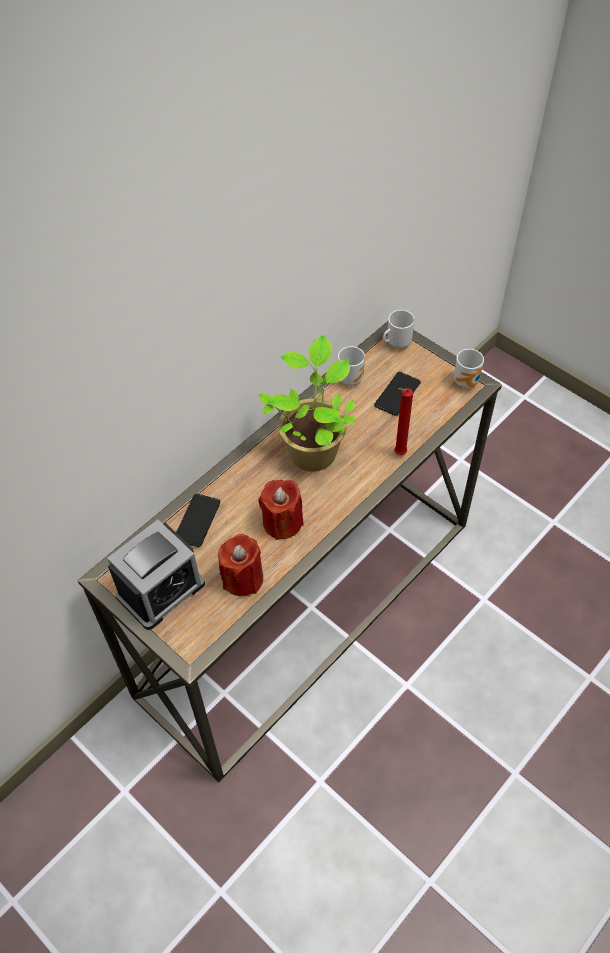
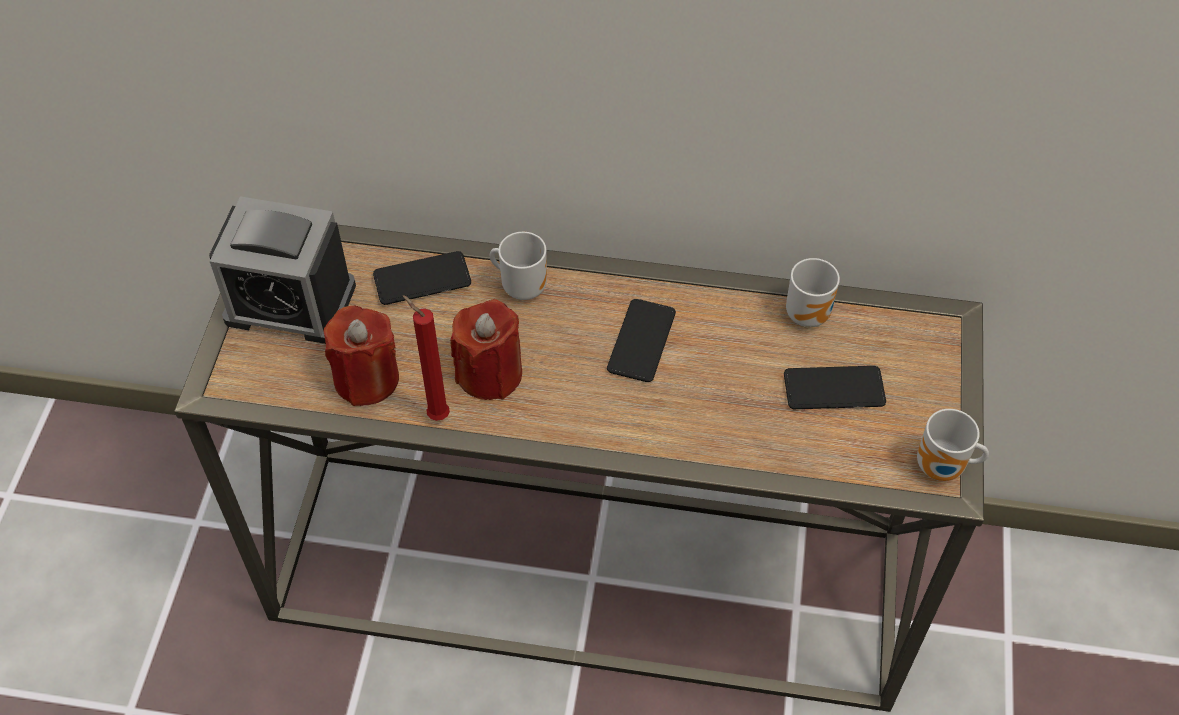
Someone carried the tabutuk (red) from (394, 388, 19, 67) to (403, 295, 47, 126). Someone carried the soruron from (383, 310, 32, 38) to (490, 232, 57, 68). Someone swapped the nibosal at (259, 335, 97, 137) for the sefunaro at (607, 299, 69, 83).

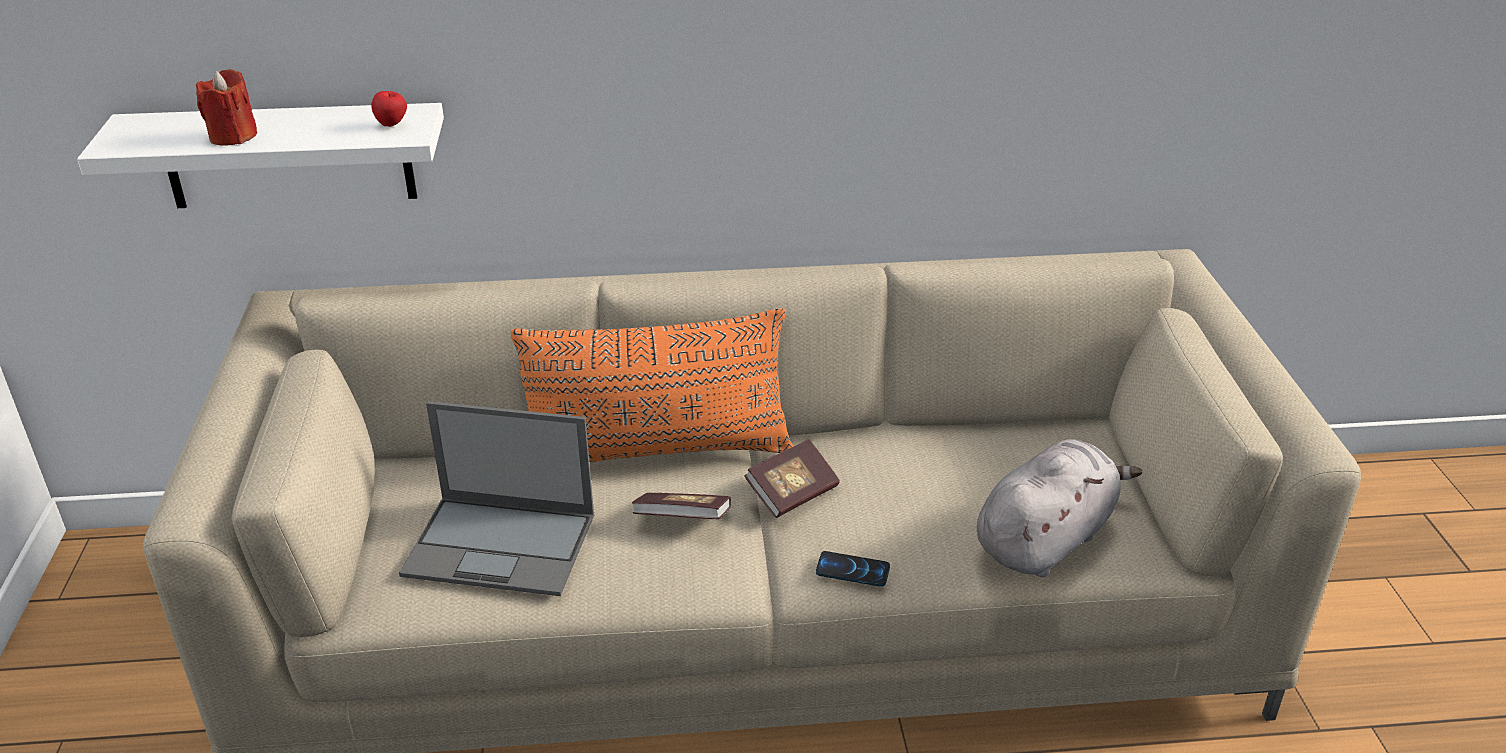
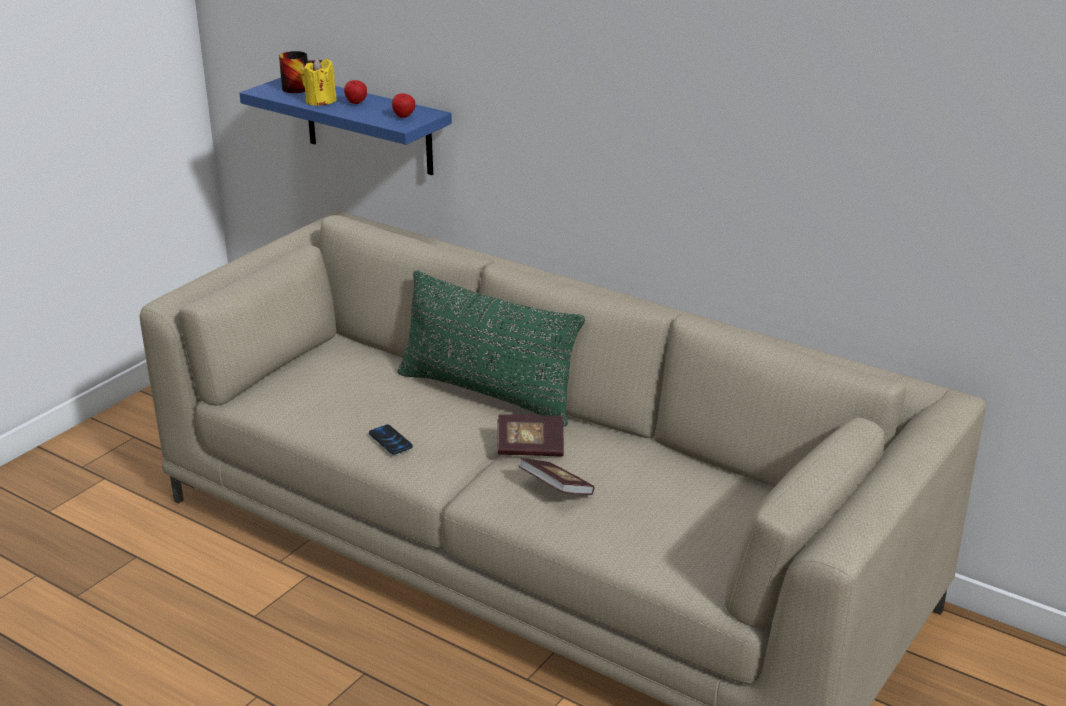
Someone repainted the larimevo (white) at (77, 103, 367, 105), which became the larimevo (blue) at (239, 78, 213, 97). Someone put down the soruron at (279, 51, 43, 42). Someone repainted the tabutuk (red) at (196, 69, 61, 76), which became the tabutuk (yellow) at (302, 58, 35, 48). Someone put down the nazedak at (344, 80, 23, 24). Someone carried the sefunaro from (816, 551, 74, 36) to (369, 424, 44, 31). Someone repainted the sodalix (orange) at (511, 308, 282, 154), which became the sodalix (green) at (398, 270, 187, 157). Someone carried the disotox from (632, 493, 99, 26) to (519, 458, 75, 37). Someone took away the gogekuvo at (399, 401, 195, 195). Someone took away the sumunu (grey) at (977, 439, 165, 138).

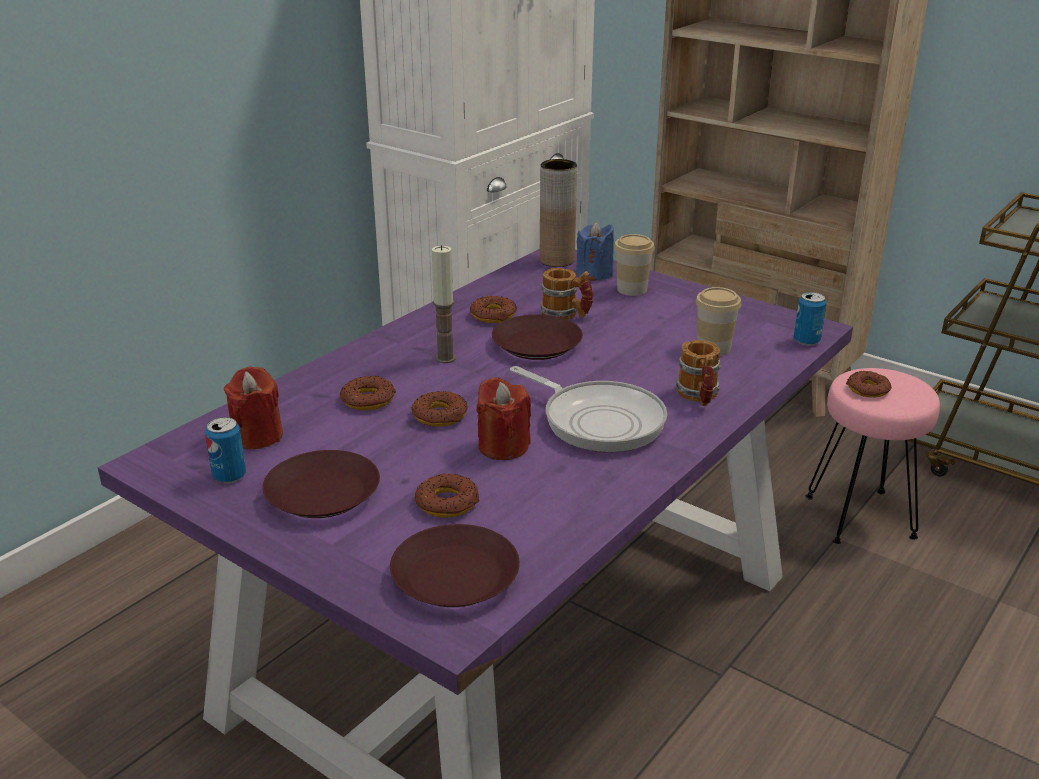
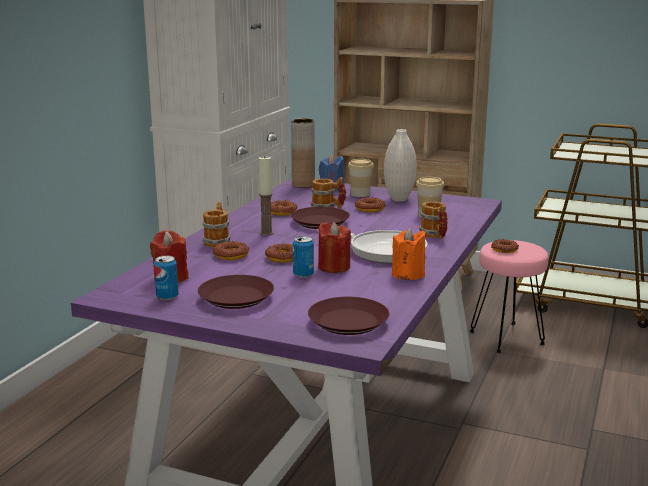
Someone put down the soruron at (203, 202, 27, 46). Someone carried the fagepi from (794, 292, 32, 54) to (293, 236, 21, 42). Someone carried the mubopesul from (415, 473, 65, 45) to (355, 197, 31, 15). Someone put down the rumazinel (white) at (384, 129, 32, 73). Someone put down the tabutuk (orange) at (392, 227, 33, 53).

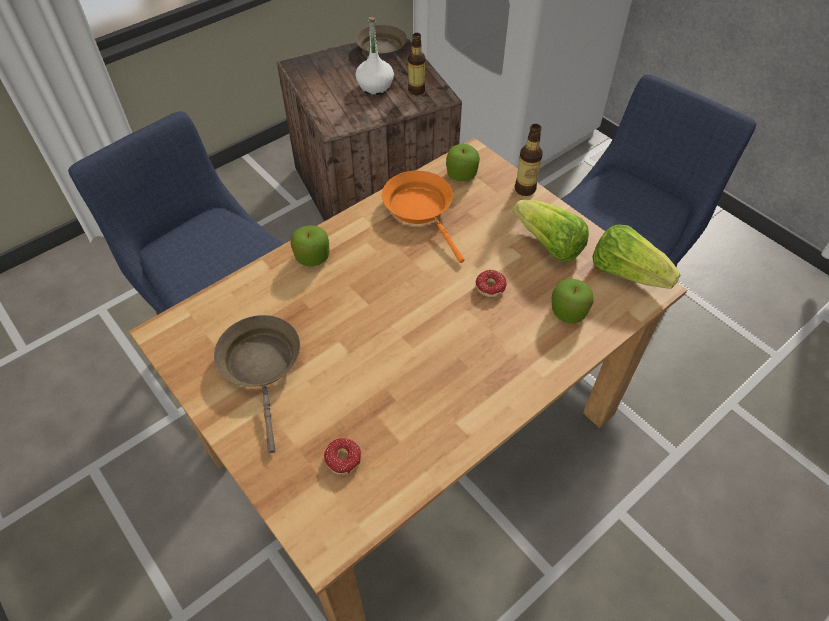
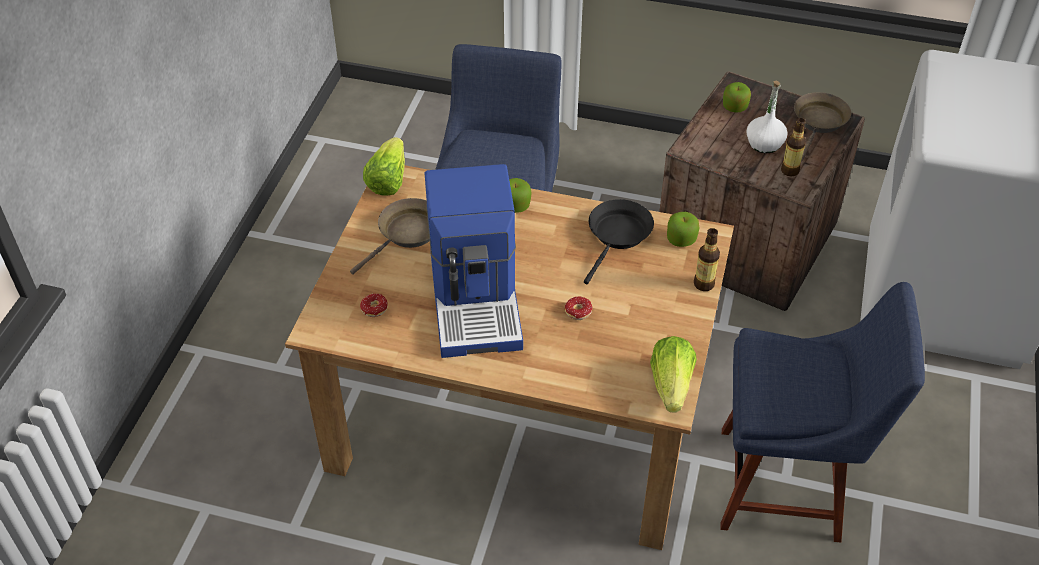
Someone carried the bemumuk from (513, 199, 76, 63) to (363, 137, 42, 58). Someone put down the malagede at (425, 164, 98, 194). Someone repainted the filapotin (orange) at (382, 171, 82, 92), which became the filapotin (black) at (584, 199, 70, 85). Someone carried the nazedak from (552, 279, 42, 44) to (723, 82, 28, 30).

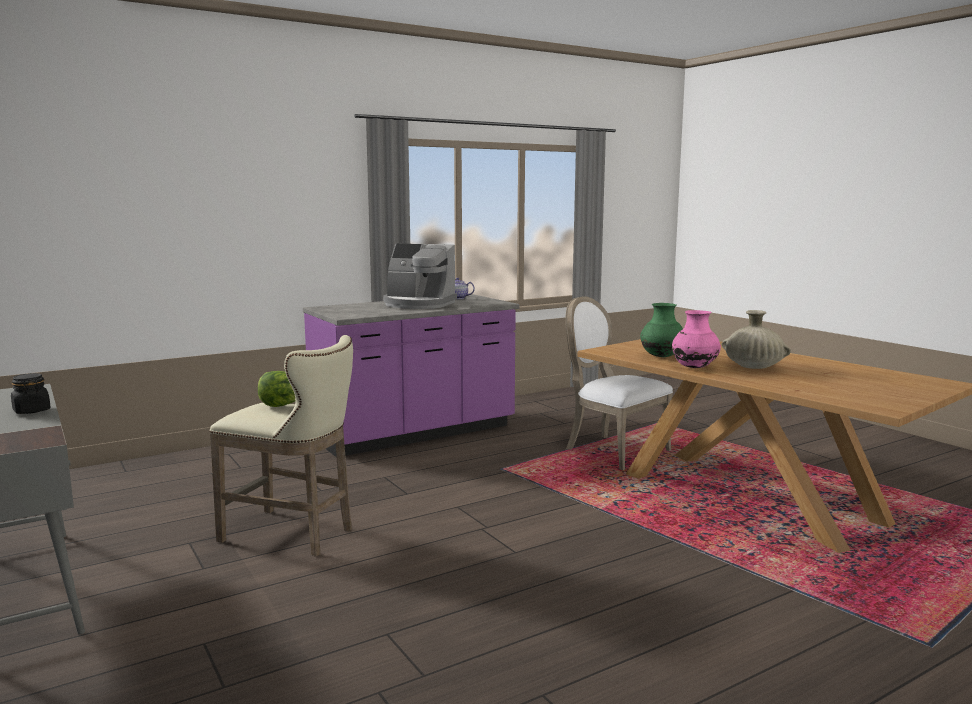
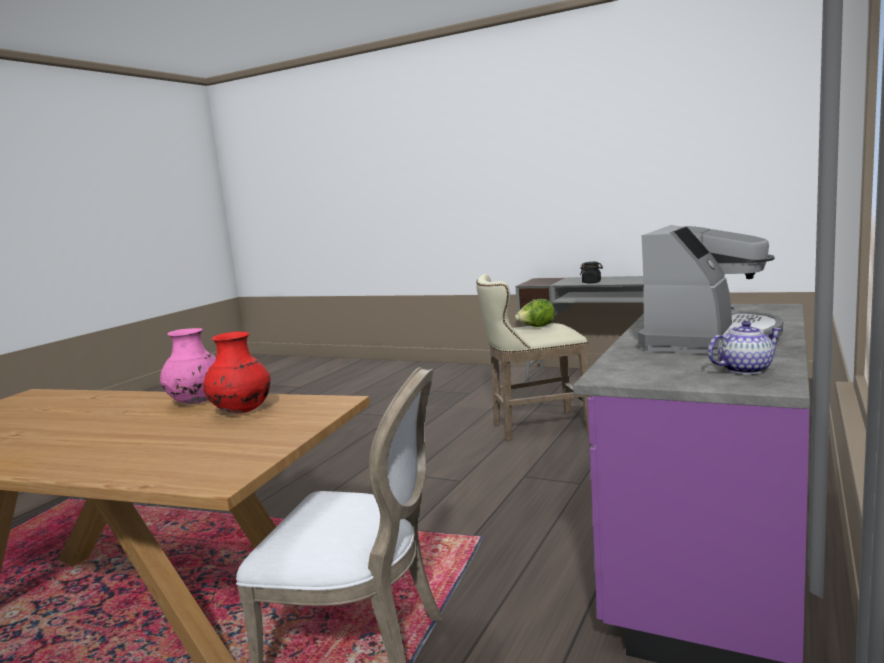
Someone repainted the rumazinel (green) at (640, 303, 43, 54), which became the rumazinel (red) at (203, 332, 68, 81). Someone rotated the malagede at (383, 244, 74, 65) by 135 degrees clockwise. Someone took away the rumazinel (beige) at (722, 310, 69, 59).

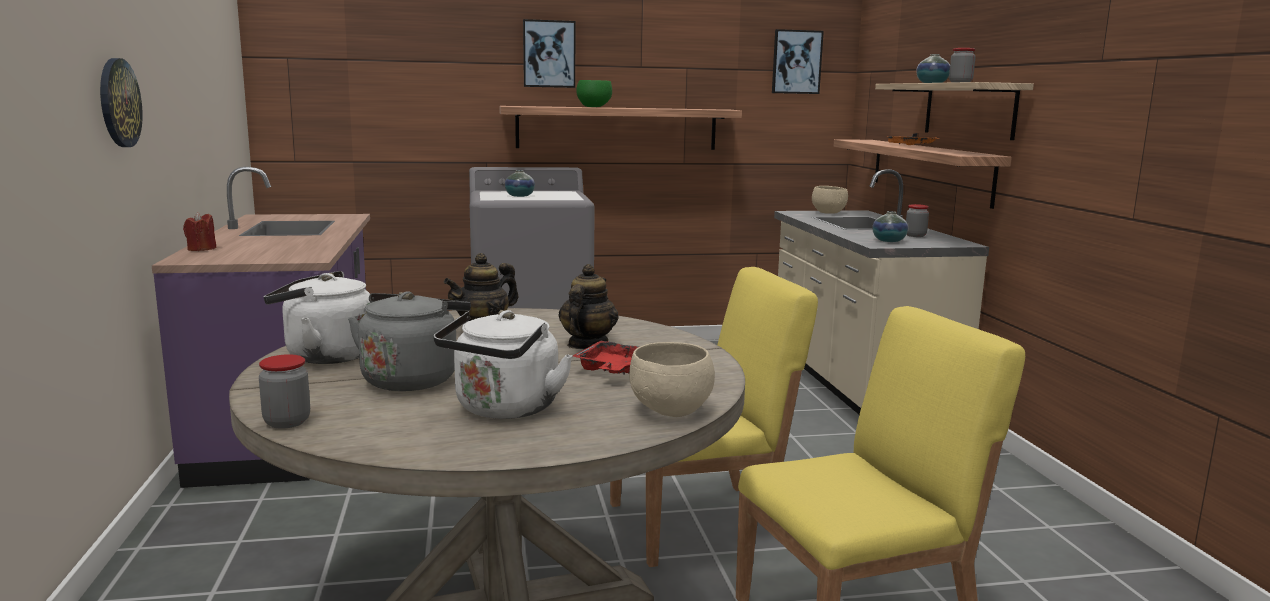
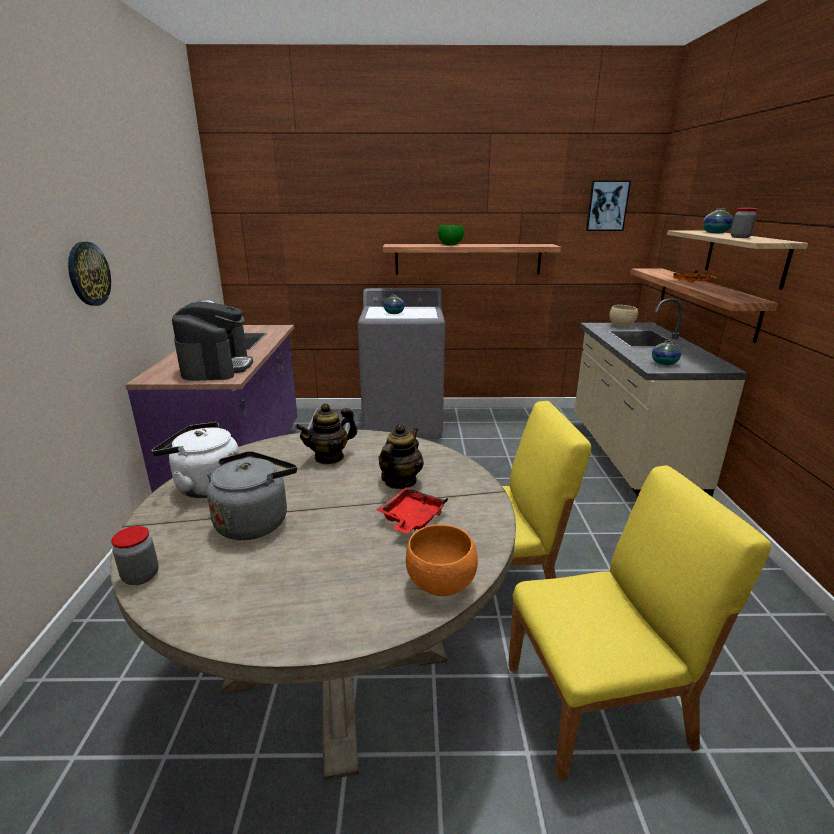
Someone put down the malagede at (172, 302, 81, 79). Someone repainted the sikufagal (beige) at (629, 342, 86, 75), which became the sikufagal (orange) at (406, 524, 72, 72). Someone took away the tabutuk (red) at (183, 212, 34, 39). Someone took away the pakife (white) at (434, 310, 139, 109). Someone took away the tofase at (523, 19, 52, 69). Someone took away the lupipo at (906, 204, 23, 33).

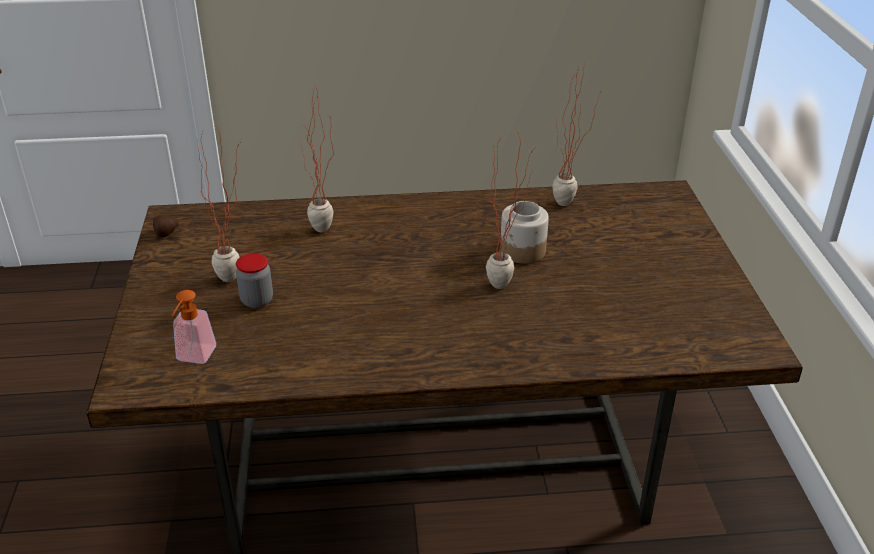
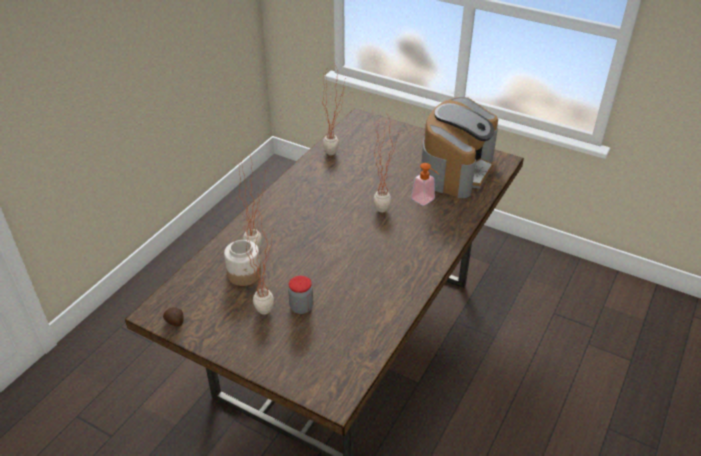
Someone carried the lupipo from (500, 201, 49, 63) to (224, 240, 37, 46). Someone carried the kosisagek from (172, 290, 44, 74) to (411, 163, 28, 43). Someone put down the malagede at (421, 97, 77, 101).

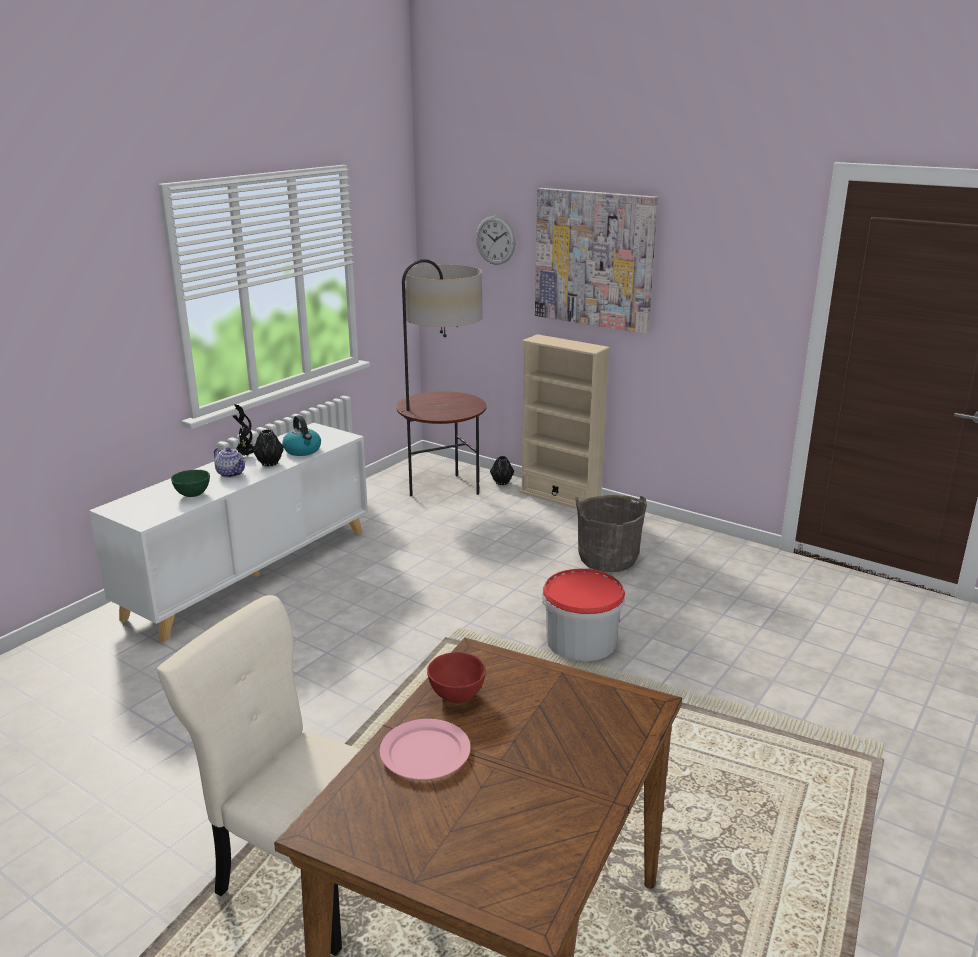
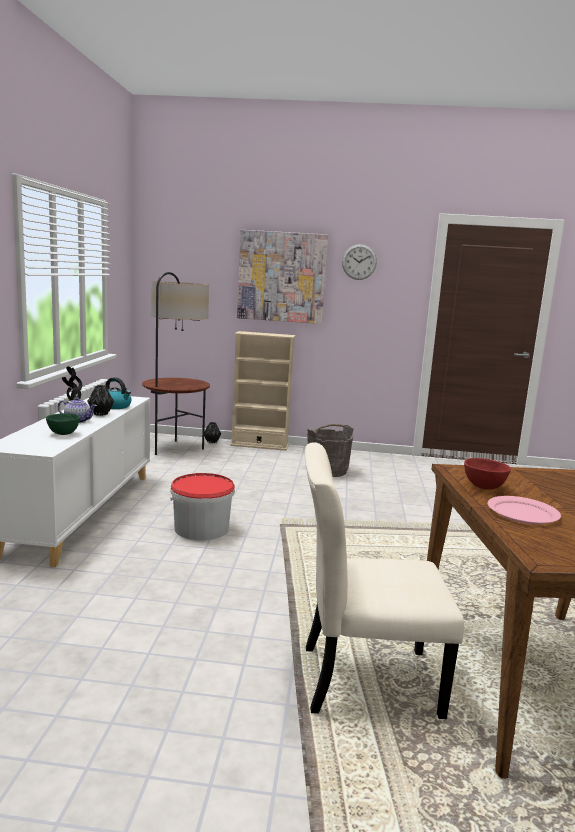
Someone carried the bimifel from (542, 569, 83, 92) to (170, 473, 65, 67). Someone carried the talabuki from (476, 216, 40, 49) to (342, 244, 35, 36).

